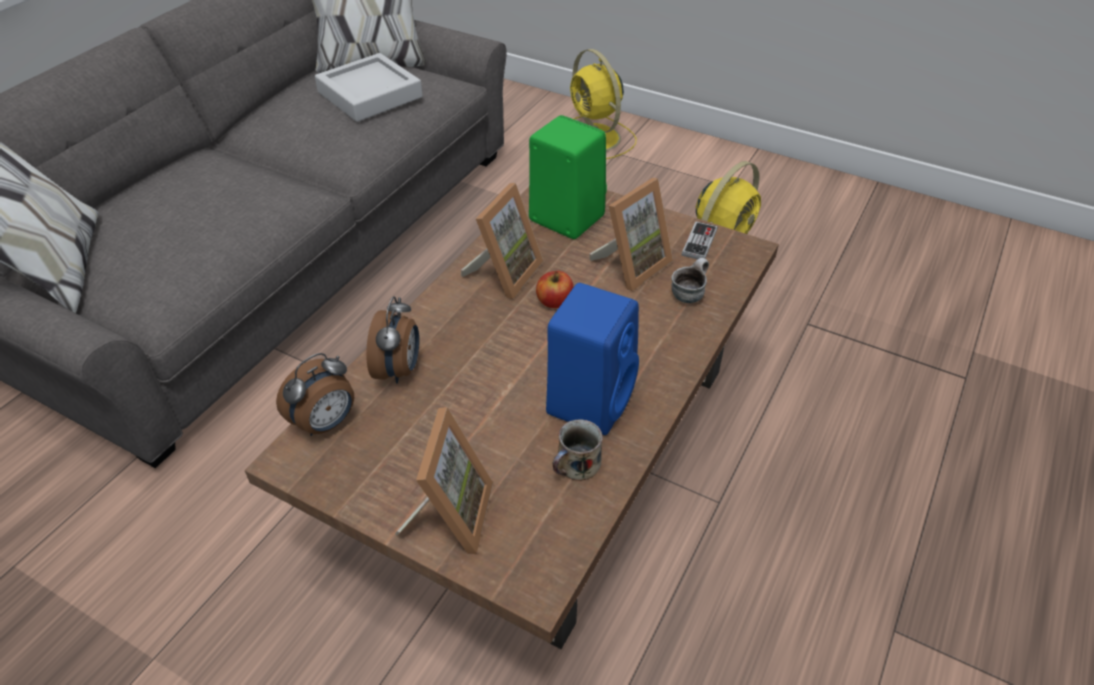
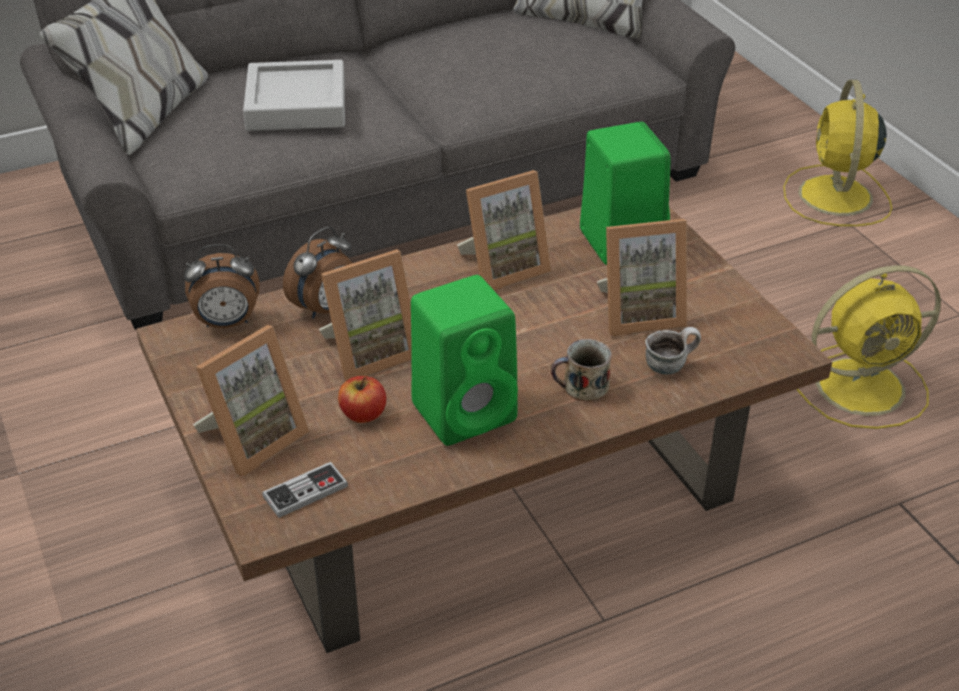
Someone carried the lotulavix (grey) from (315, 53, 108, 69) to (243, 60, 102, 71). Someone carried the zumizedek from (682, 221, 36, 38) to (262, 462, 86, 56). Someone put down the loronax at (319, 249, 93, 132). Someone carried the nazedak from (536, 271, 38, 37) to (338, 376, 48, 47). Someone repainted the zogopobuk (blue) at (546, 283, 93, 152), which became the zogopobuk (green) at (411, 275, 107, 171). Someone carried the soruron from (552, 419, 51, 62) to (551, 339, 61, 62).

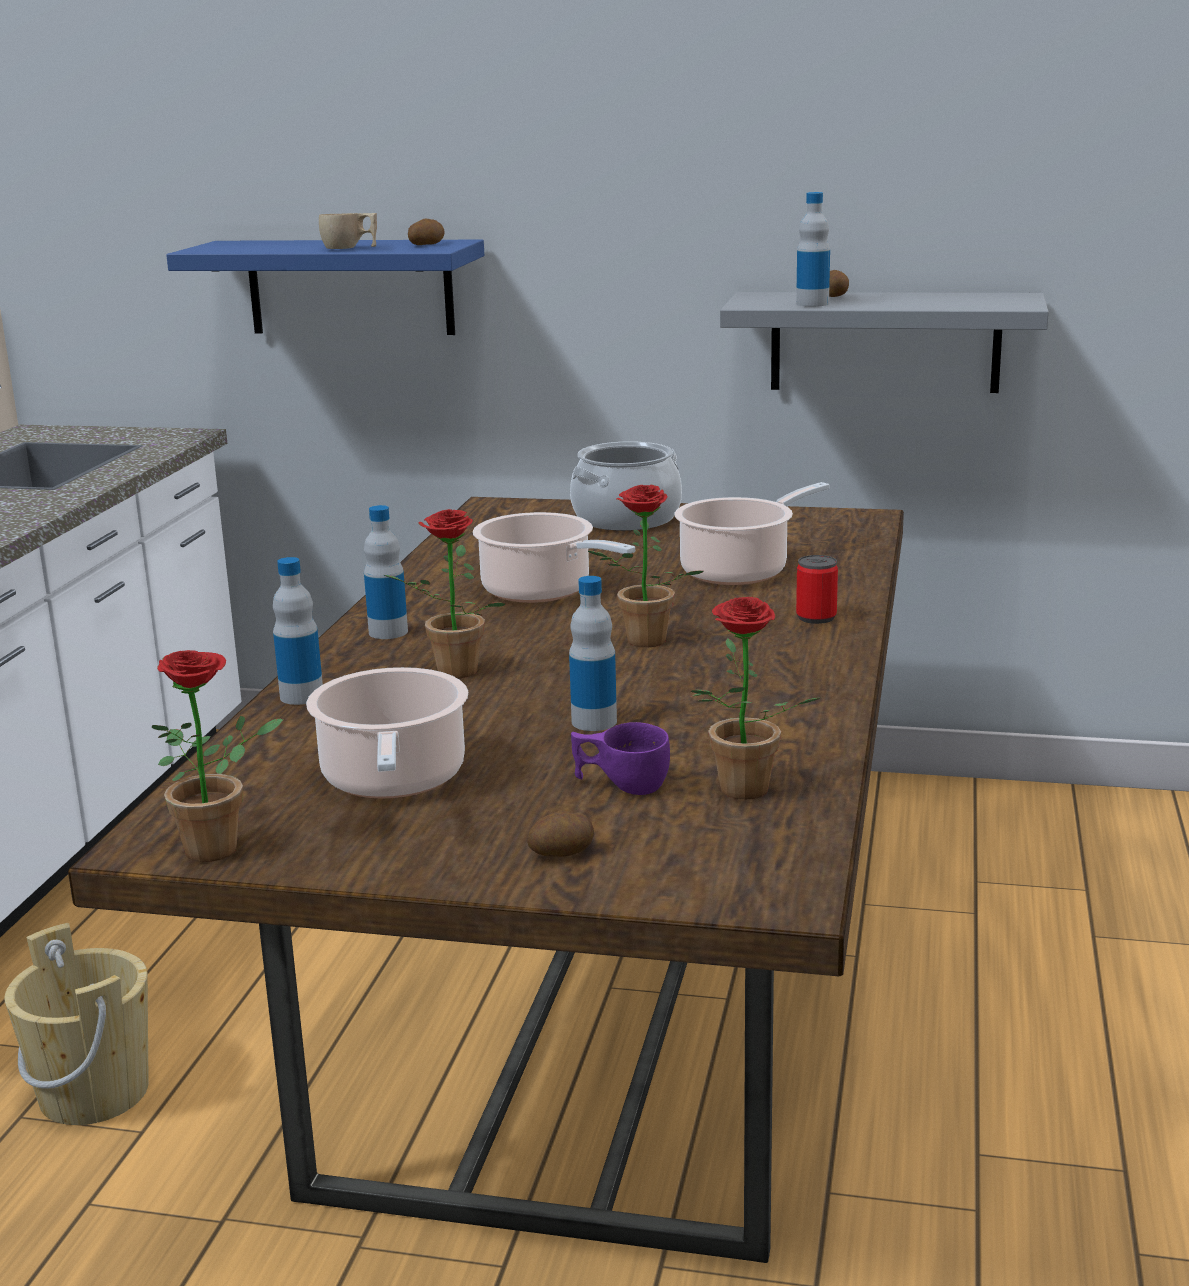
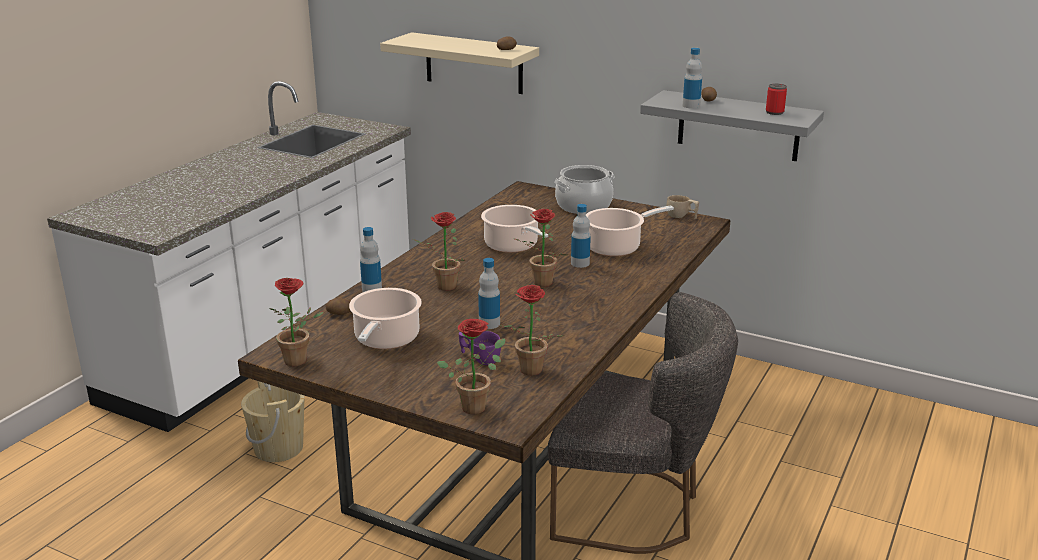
Someone carried the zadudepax from (527, 811, 67, 46) to (325, 297, 26, 18). Someone repainted the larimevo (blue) at (166, 240, 318, 95), which became the larimevo (beige) at (380, 32, 159, 62). Someone put down the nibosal at (437, 319, 68, 95). Someone put down the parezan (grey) at (548, 292, 190, 262). Someone carried the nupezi from (364, 505, 44, 134) to (571, 204, 20, 64). Someone carried the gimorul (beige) from (319, 213, 58, 36) to (667, 195, 32, 24). Someone carried the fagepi from (796, 555, 42, 69) to (766, 84, 21, 31).

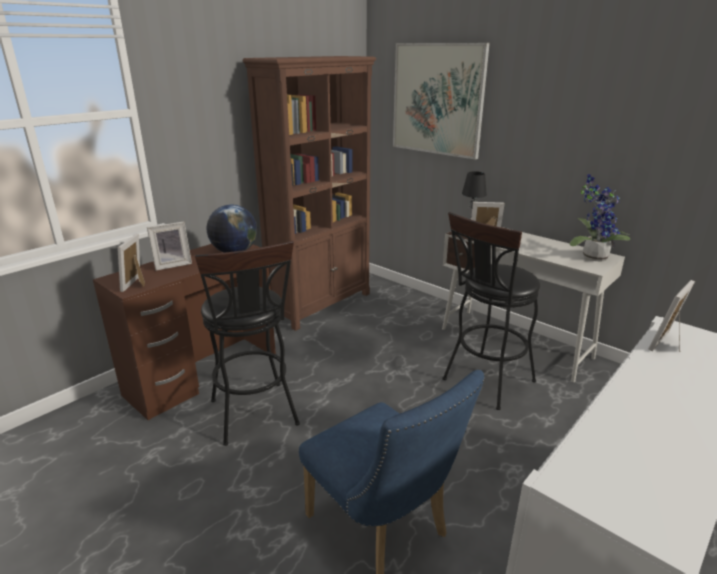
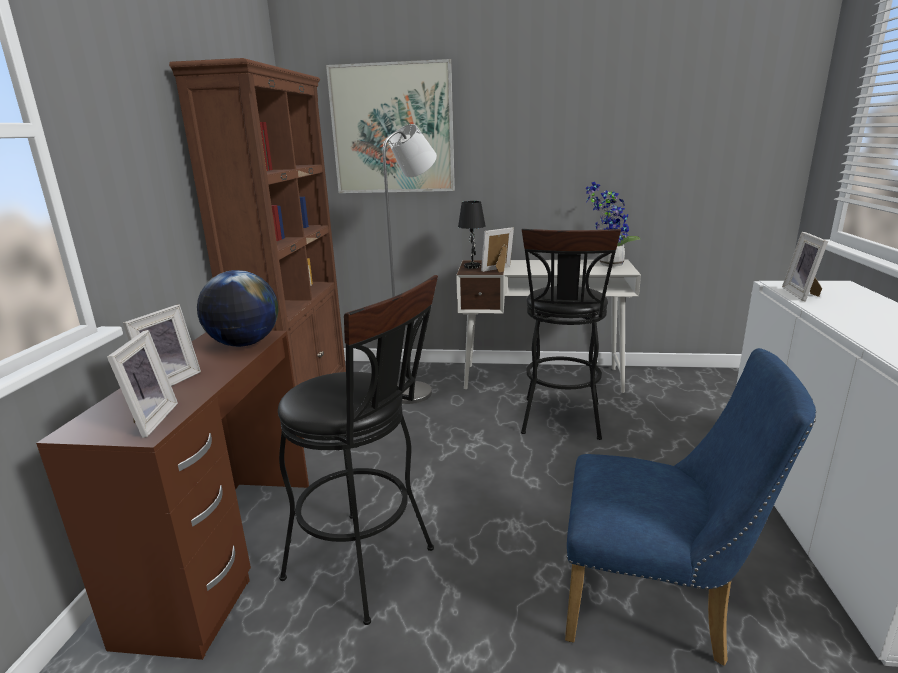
Someone rotated the loronax at (117, 234, 28, 58) by 150 degrees counterclockwise. Someone put down the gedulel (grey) at (383, 124, 54, 280).

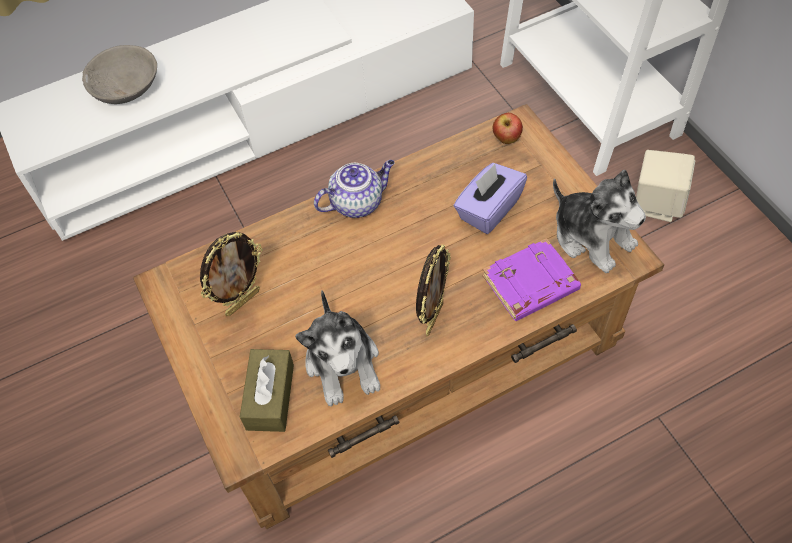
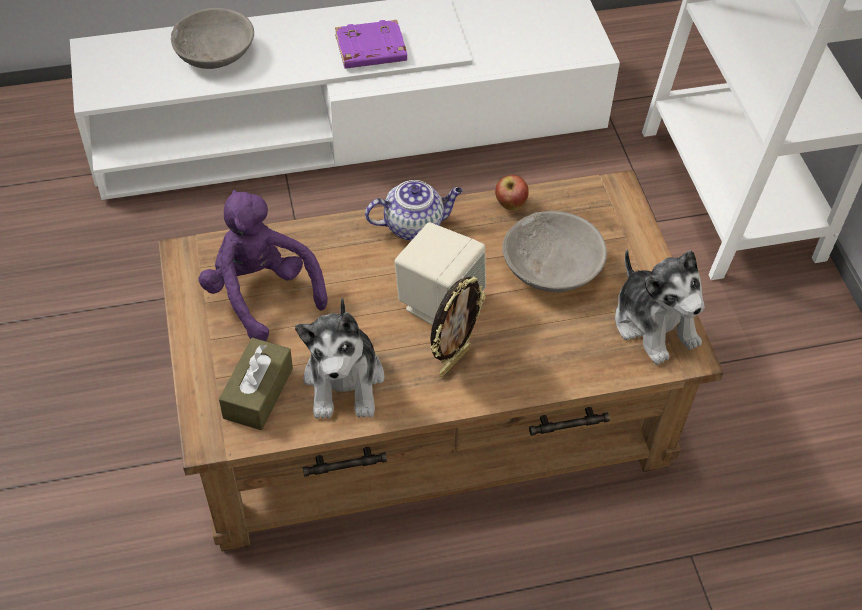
Someone swapped the loronax at (200, 232, 63, 84) for the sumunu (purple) at (199, 190, 128, 151). Someone carried the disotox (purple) from (482, 238, 99, 83) to (335, 20, 72, 49). Someone carried the zogopobuk (beige) from (636, 150, 59, 72) to (394, 222, 92, 103). Someone carried the nazedak from (492, 113, 31, 31) to (495, 175, 34, 35). Someone swapped the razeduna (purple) at (453, 163, 74, 71) for the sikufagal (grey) at (502, 211, 105, 81).

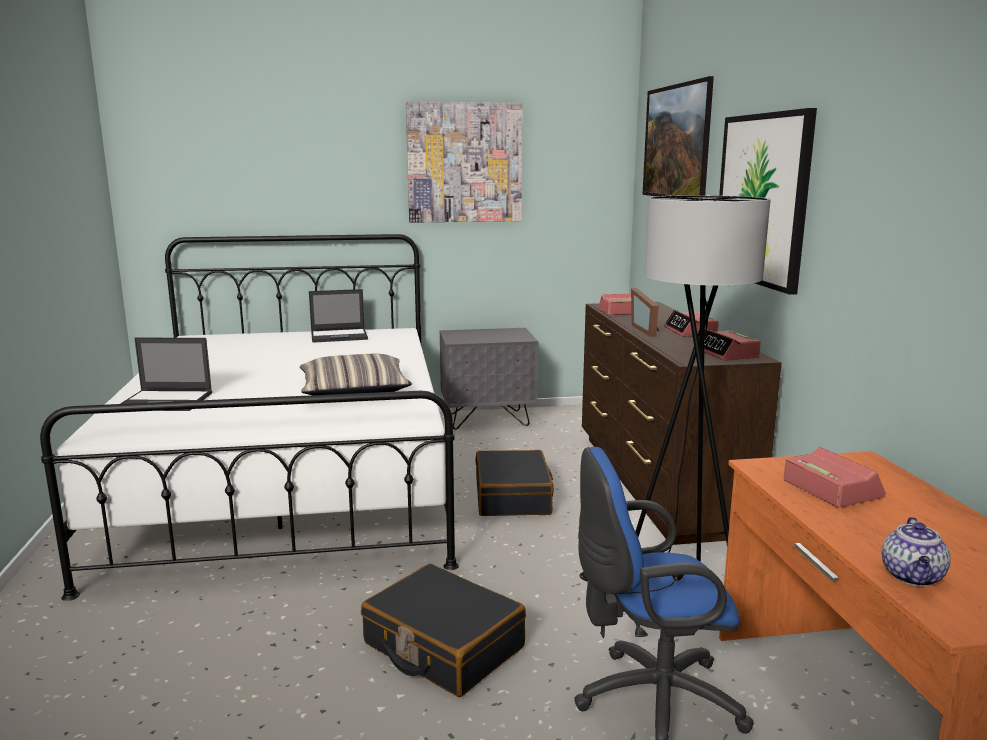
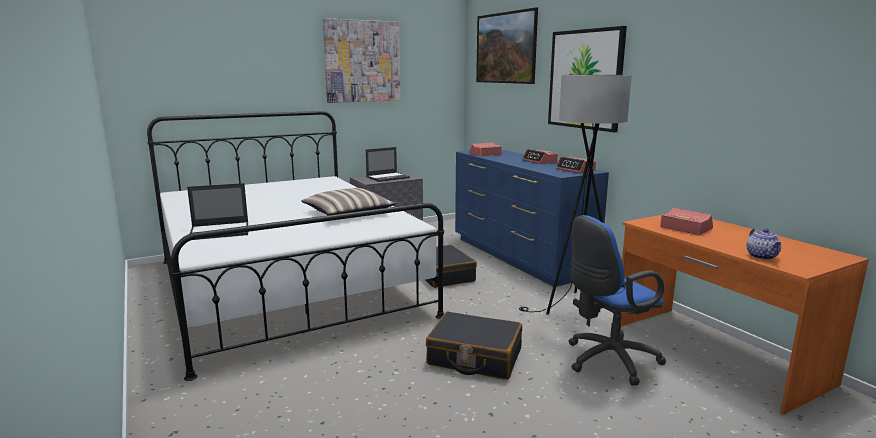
Someone carried the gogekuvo from (309, 289, 59, 54) to (366, 147, 44, 35). Someone repainted the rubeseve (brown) at (582, 302, 200, 243), which became the rubeseve (blue) at (455, 149, 154, 138). Someone took away the loronax at (631, 288, 28, 49).

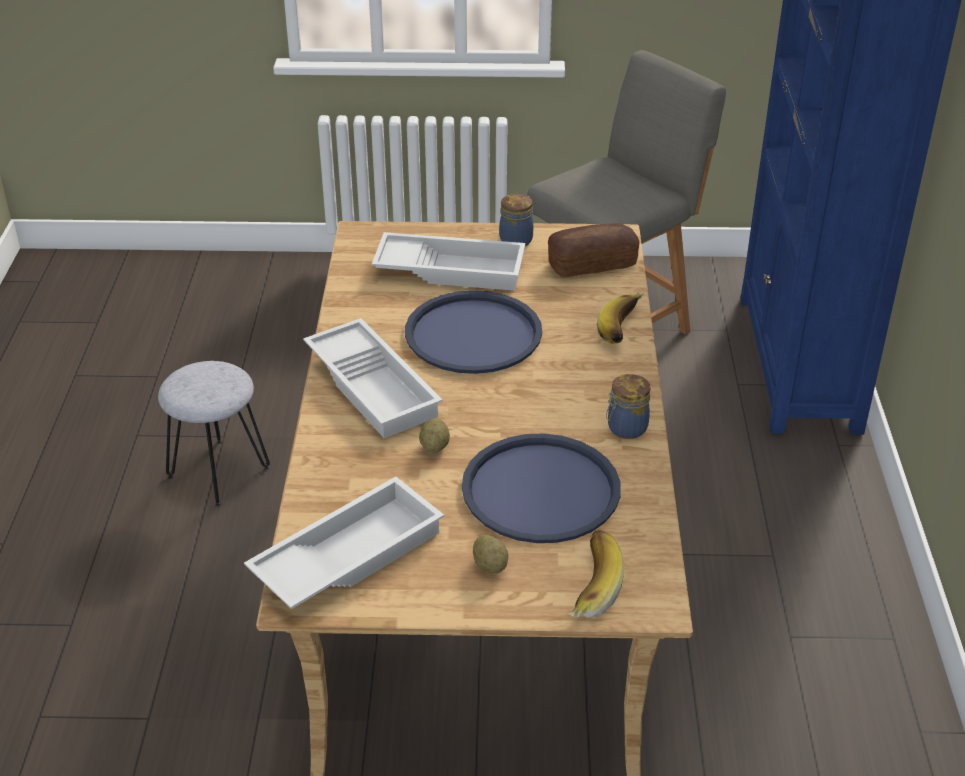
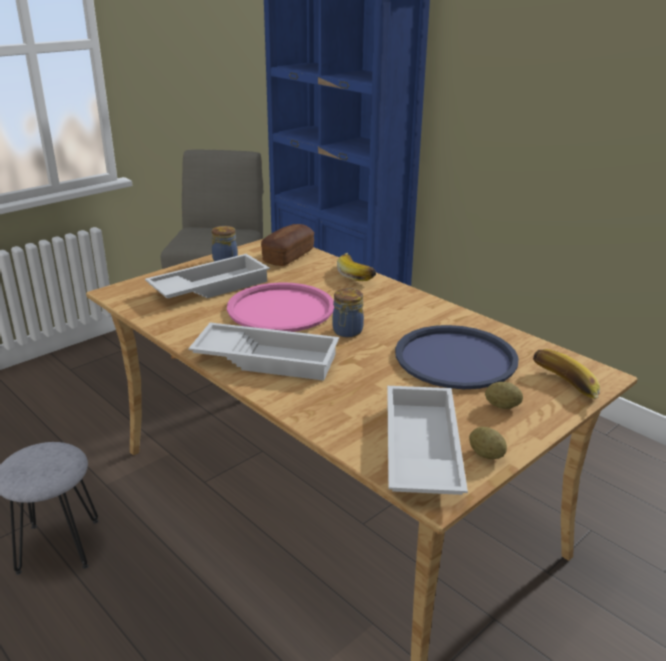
Someone repainted the lotulavix (blue) at (405, 290, 137, 84), which became the lotulavix (pink) at (227, 282, 107, 50). Someone carried the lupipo from (606, 374, 44, 65) to (332, 288, 32, 49). Someone carried the zadudepax from (419, 418, 31, 36) to (469, 427, 38, 32).

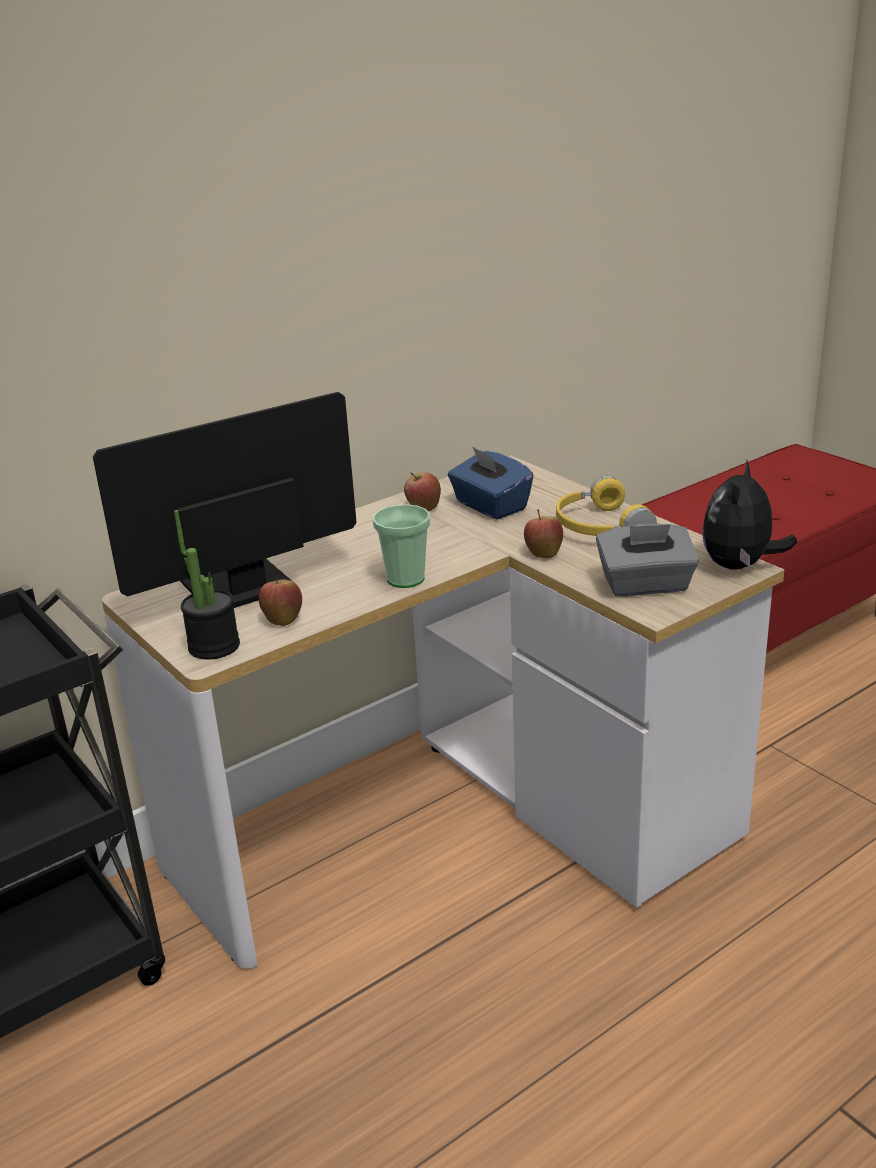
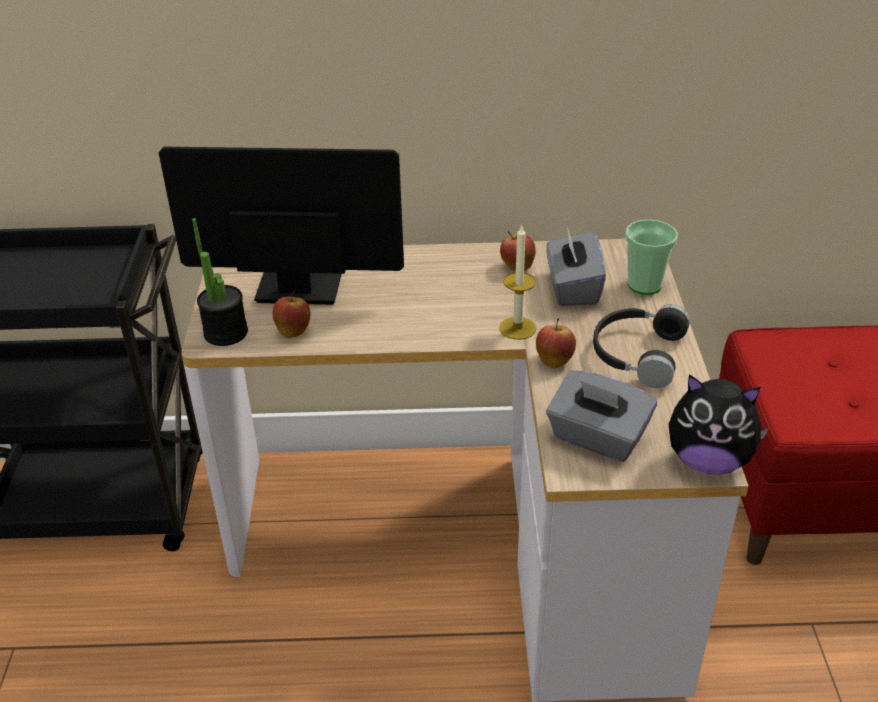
Someone put down the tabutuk at (499, 224, 38, 116). Someone repainted the razeduna (blue) at (448, 446, 86, 74), which became the razeduna (grey) at (546, 227, 60, 79). Someone repainted the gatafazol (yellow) at (556, 476, 101, 60), which became the gatafazol (black) at (593, 304, 97, 84). Someone carried the gimorul from (373, 504, 57, 84) to (625, 219, 53, 76). Someone rotated the sumunu at (702, 461, 95, 109) by 135 degrees counterclockwise.

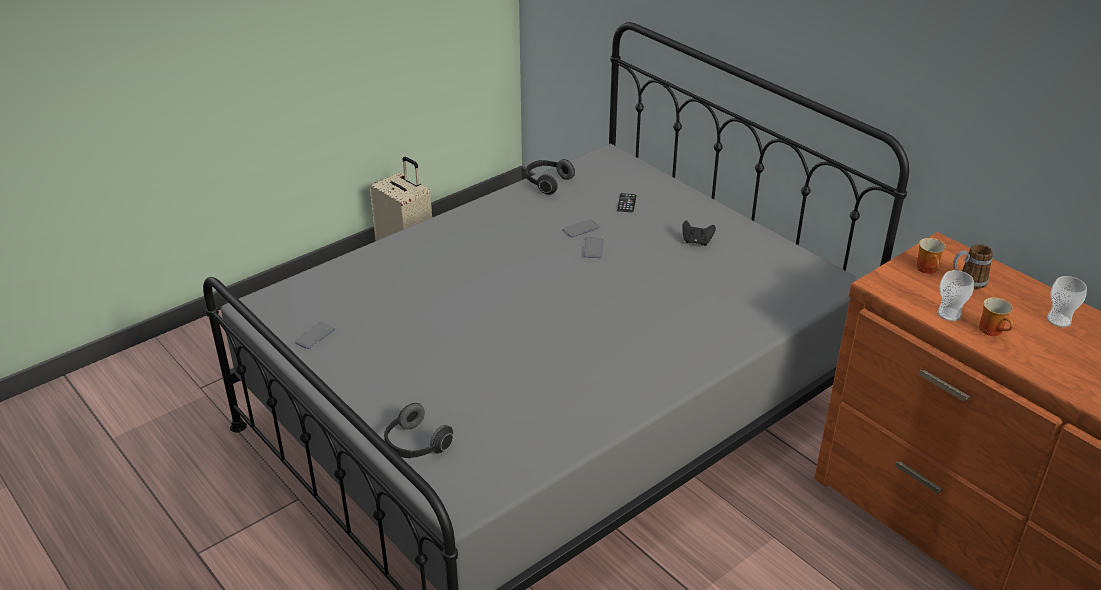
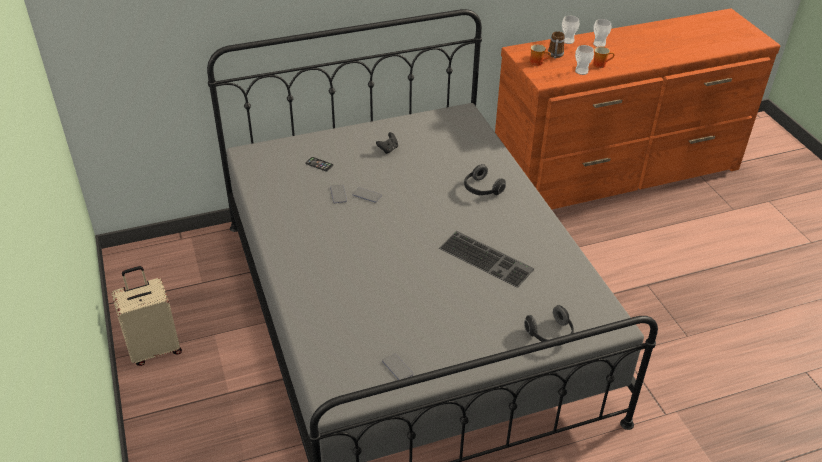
Someone put down the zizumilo at (439, 231, 95, 57). Someone carried the gatafazol from (525, 159, 50, 36) to (464, 164, 42, 31). Someone put down the gimorul at (562, 16, 17, 28).

